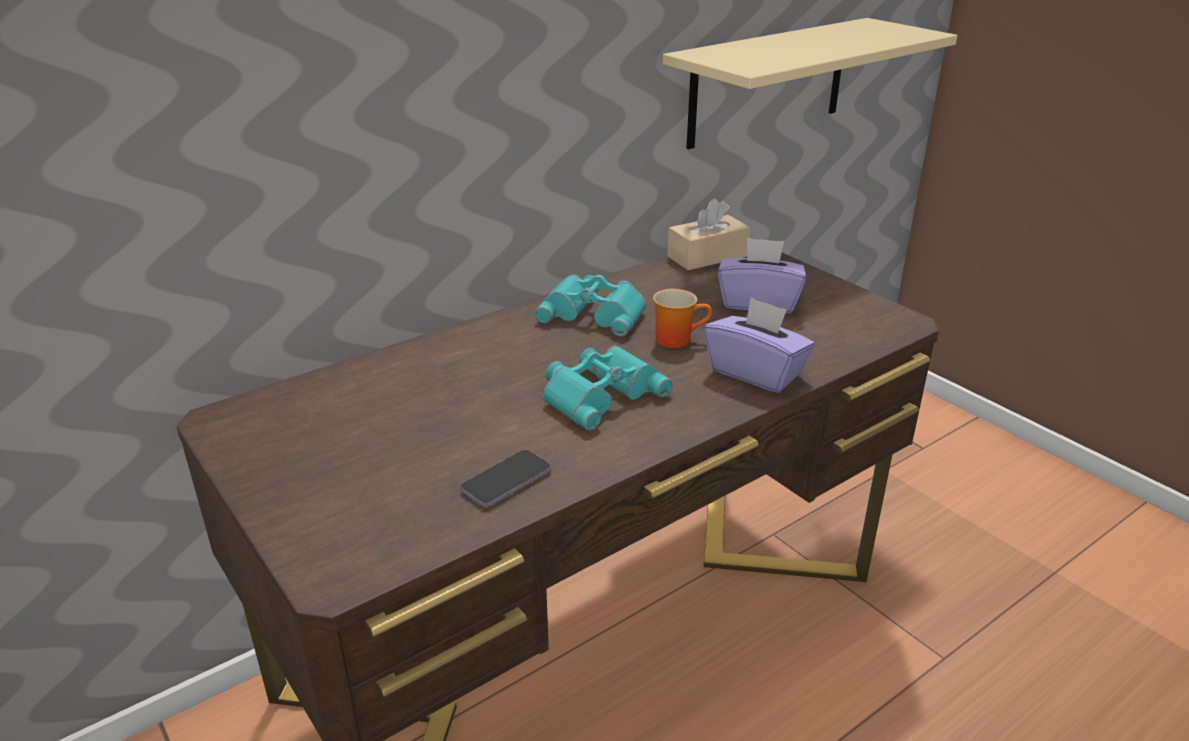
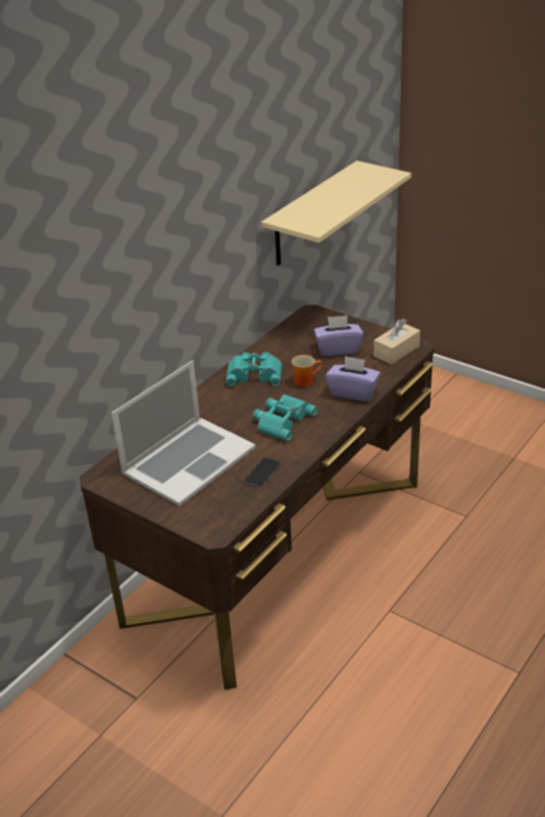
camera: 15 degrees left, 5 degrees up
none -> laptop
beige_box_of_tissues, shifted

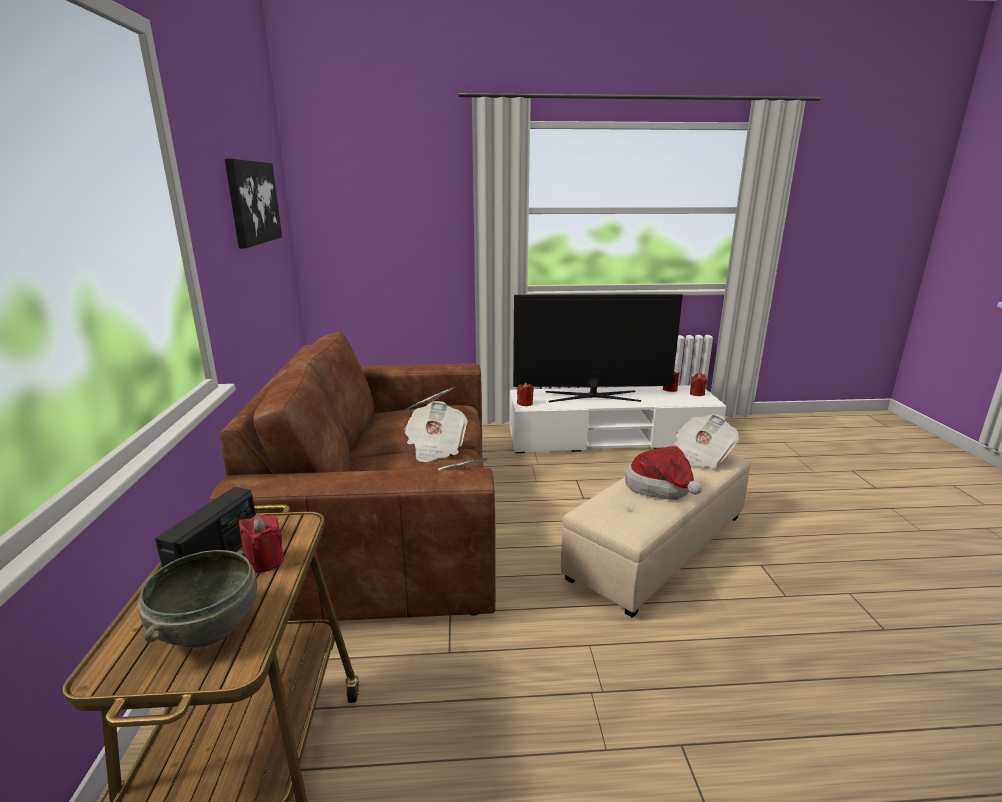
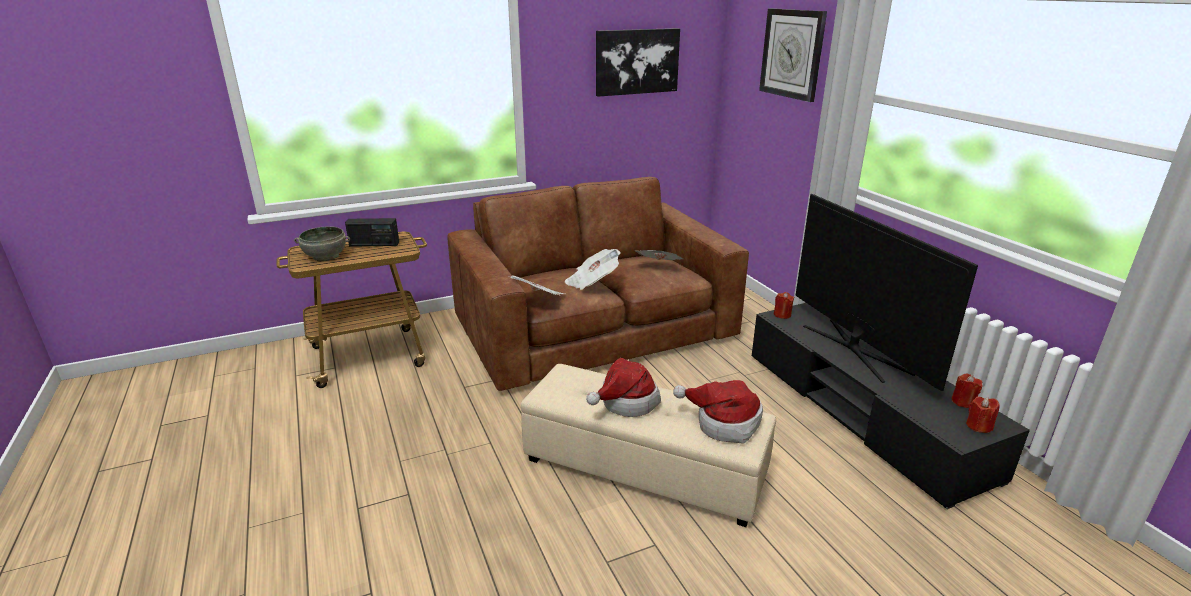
camera: 70 degrees right, 5 degrees up
reddish_candle (no. 1 from left) -> none
none -> wall_clock
printed_paper (no. 4 from left) -> hat (no. 2 from left)
white_media_console -> black_media_console

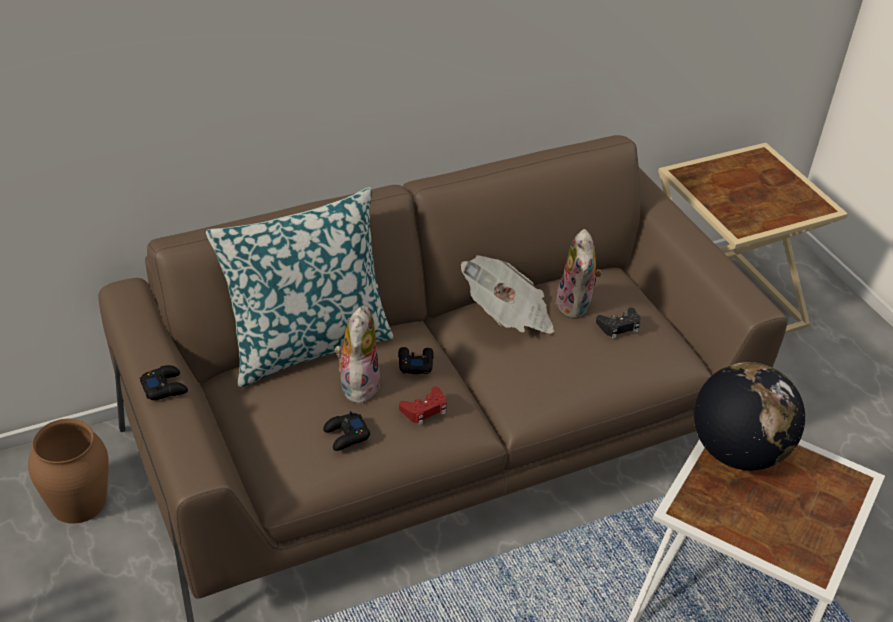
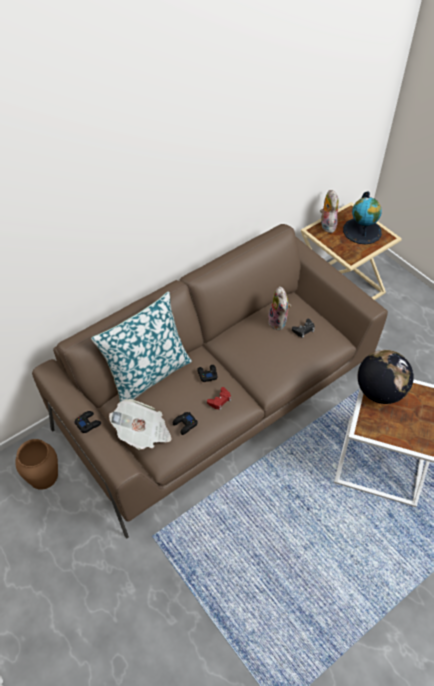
camera: 10 degrees left, 10 degrees up
none -> globe (no. 1 from left)
cuddly_toy (no. 1 from left in the first image) -> cuddly_toy (no. 2 from left), shifted
printed_paper, shifted

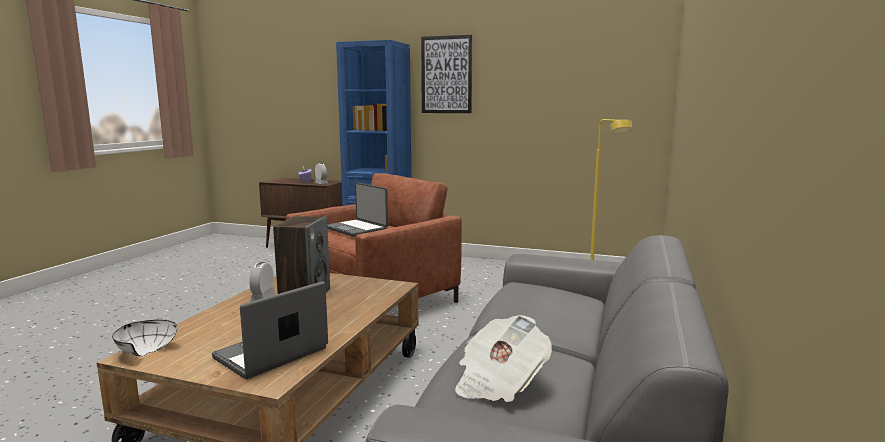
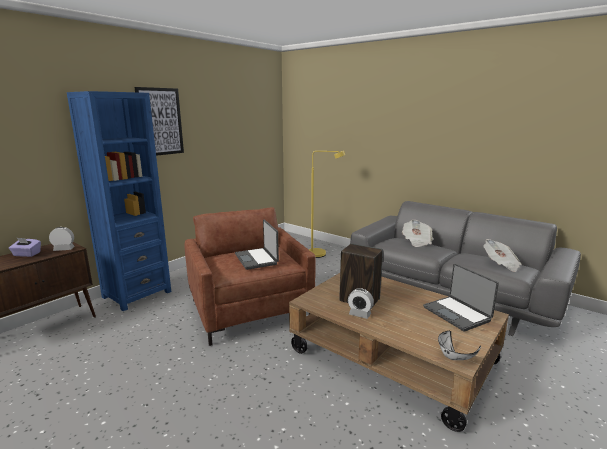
camera: 70 degrees left, 5 degrees up
none -> printed_paper (no. 1 from left)
laptop (no. 2 from left in the first image) -> laptop (no. 1 from left), 90 degrees clockwise

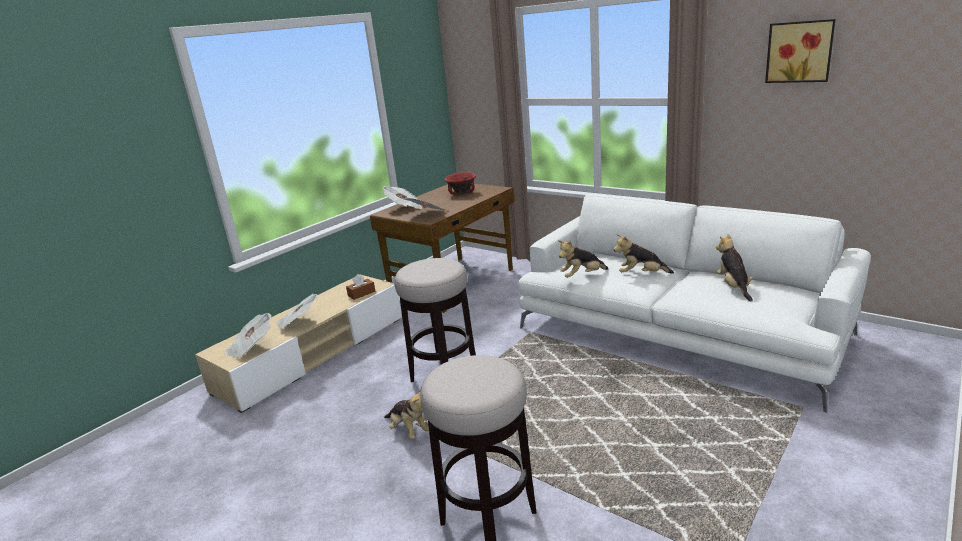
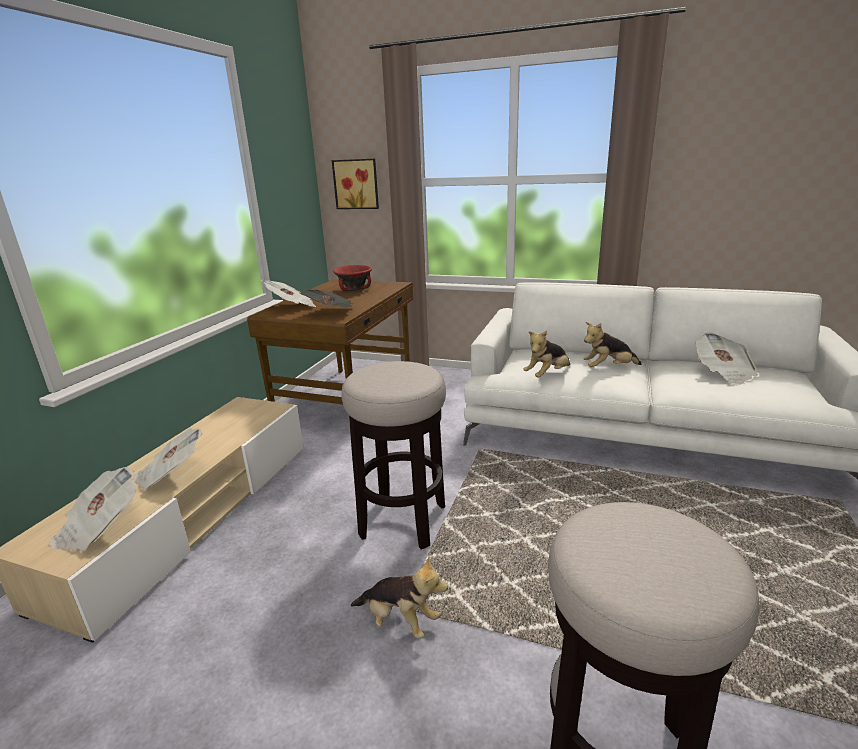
camera: 20 degrees left, 0 degrees up
brown-coloured_box_of_tissues -> none
picture, shifted
cuddly_toy (no. 4 from left) -> printed_paper (no. 5 from left)

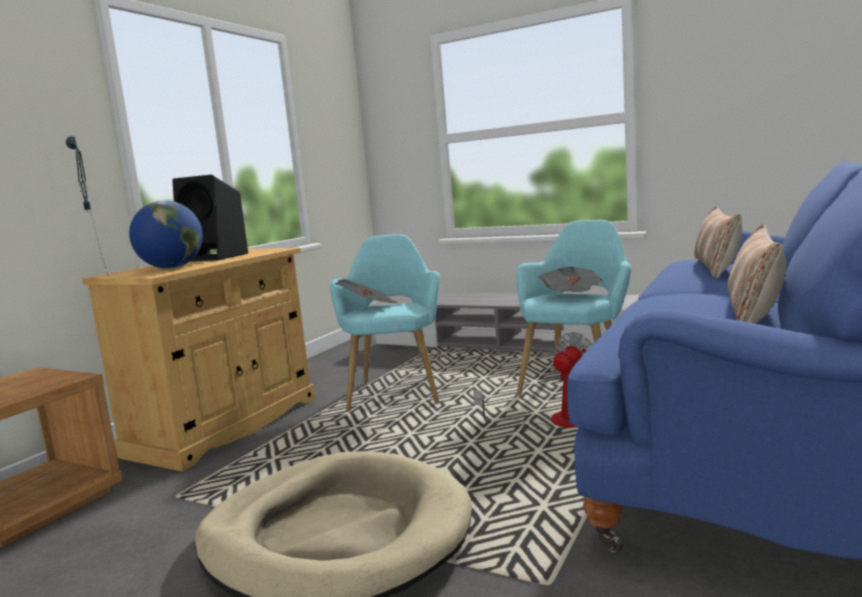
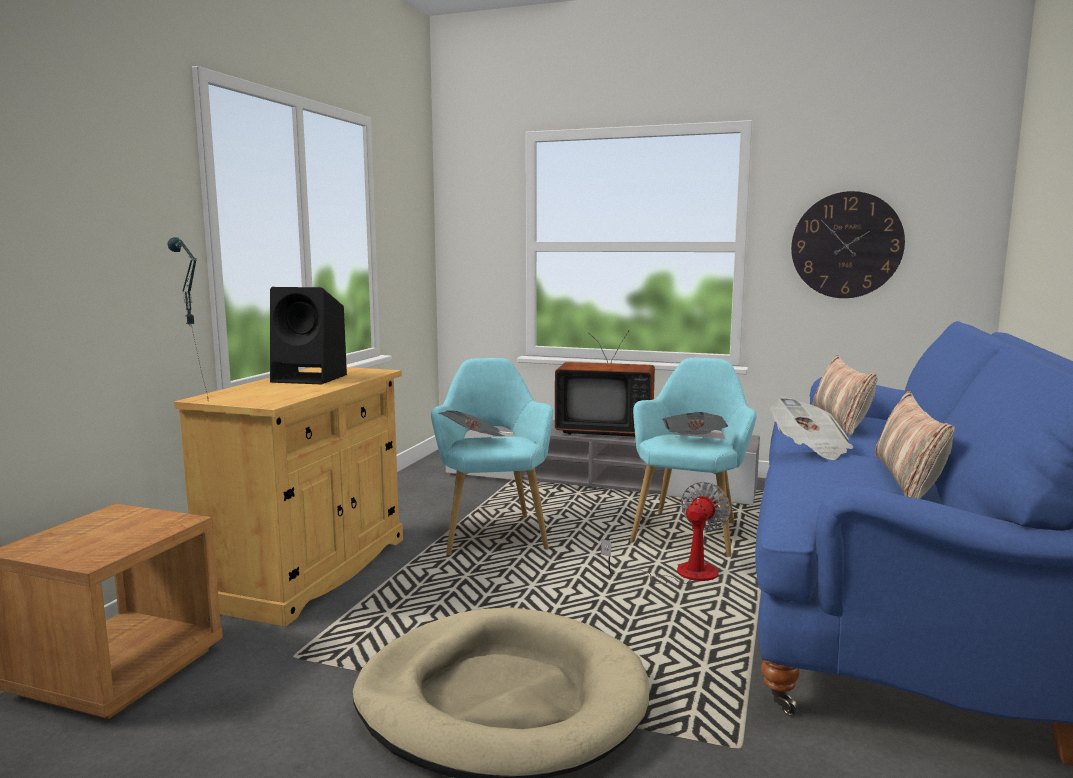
camera: 10 degrees left, 0 degrees up
globe -> none
none -> TV
none -> printed_paper (no. 3 from left)
none -> wall_clock

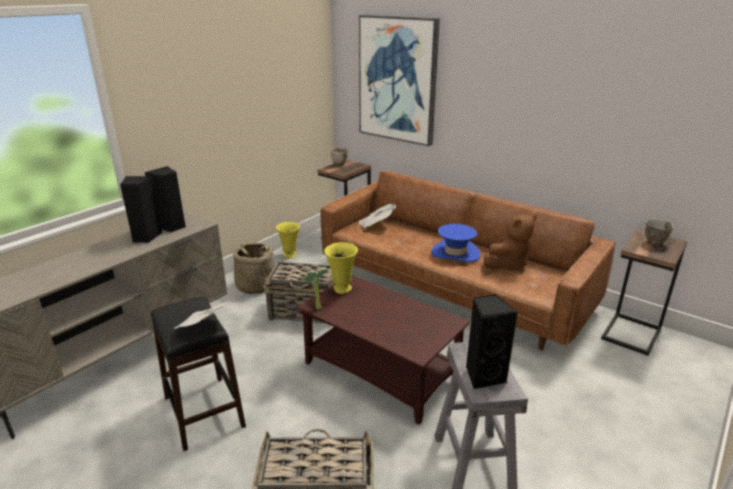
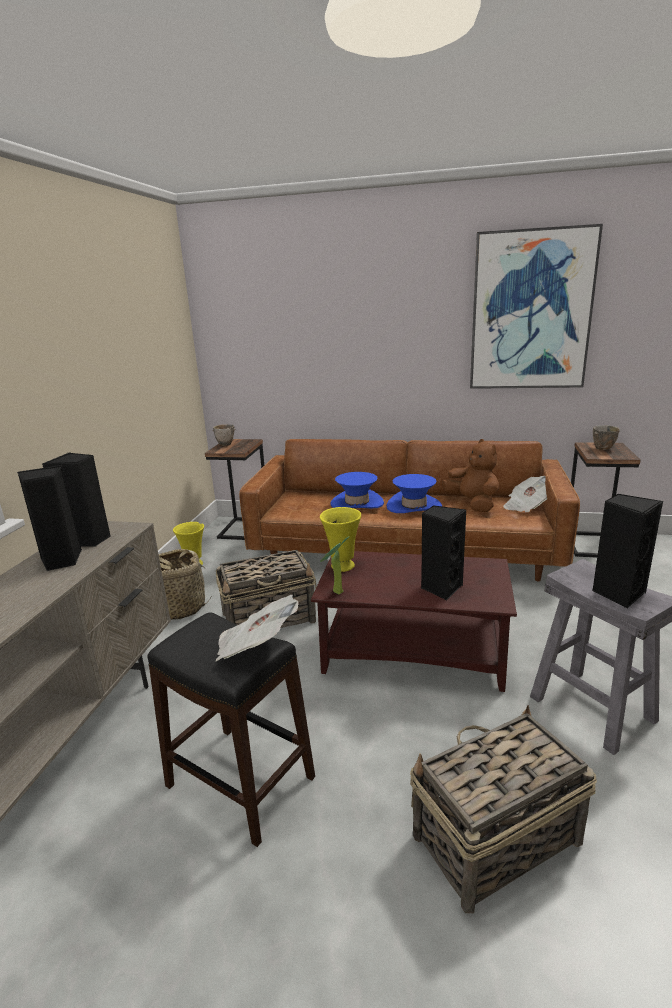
camera: 25 degrees left, 5 degrees down
none -> blue-coloured_hat (no. 1 from left)
none -> black_audio_speaker (no. 3 from left)
printed_paper (no. 2 from left), shifted
picture, shifted
brown-coloured_cuddly_toy, 60 degrees counterclockwise

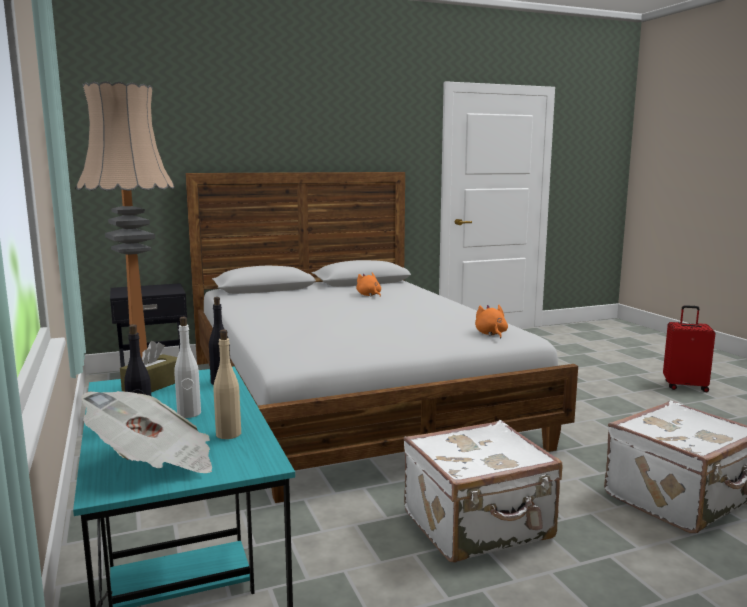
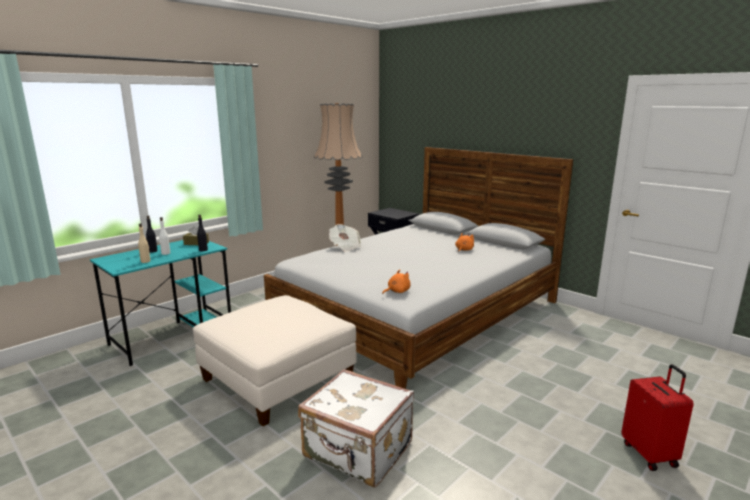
camera: 65 degrees right, 5 degrees up
printed_paper, shifted
white_suitcase (no. 1 from left) -> white_ottoman

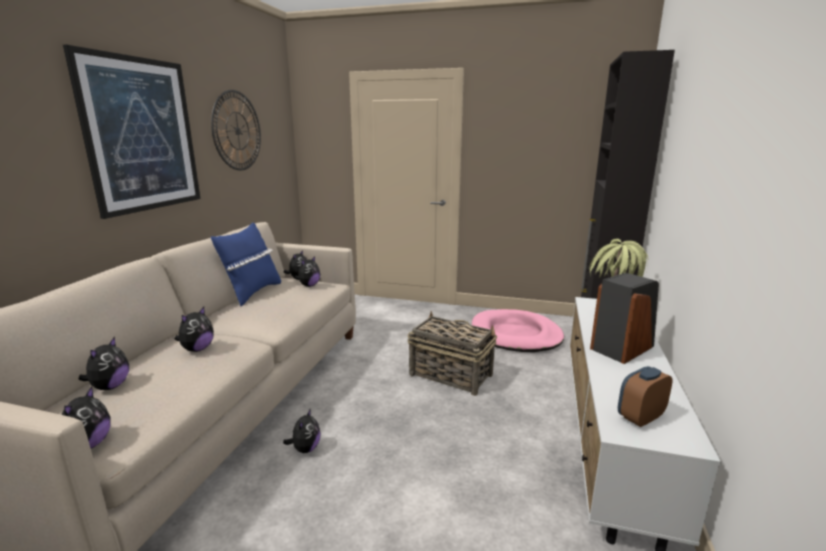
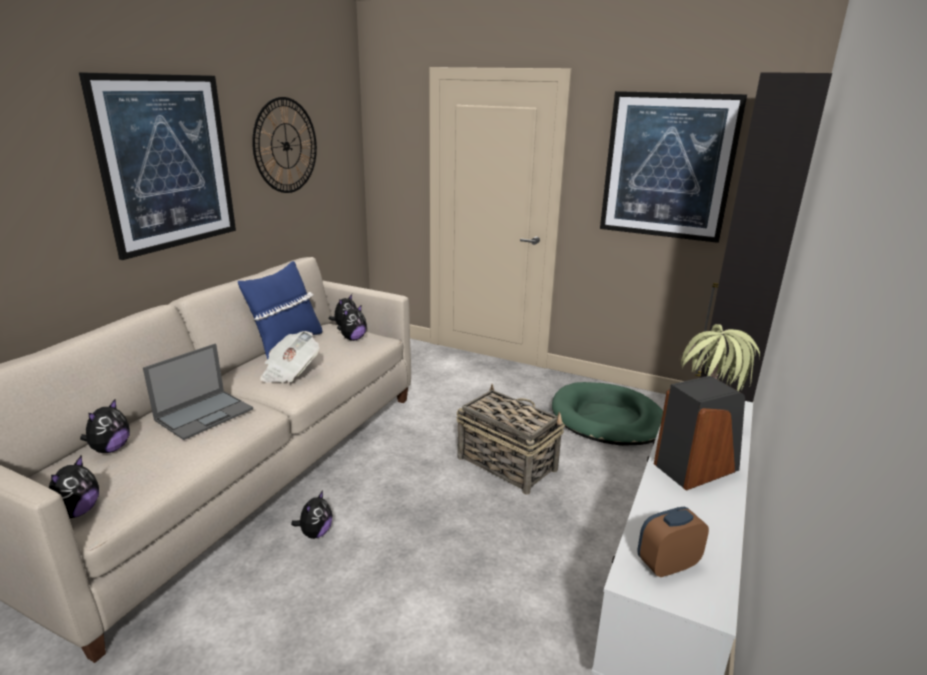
camera: 10 degrees right, 5 degrees up
none -> printed_paper
none -> picture (no. 2 from left)
cuddly_toy (no. 3 from left) -> laptop
pink-coloured_dog_bed -> greenish_dog_bed

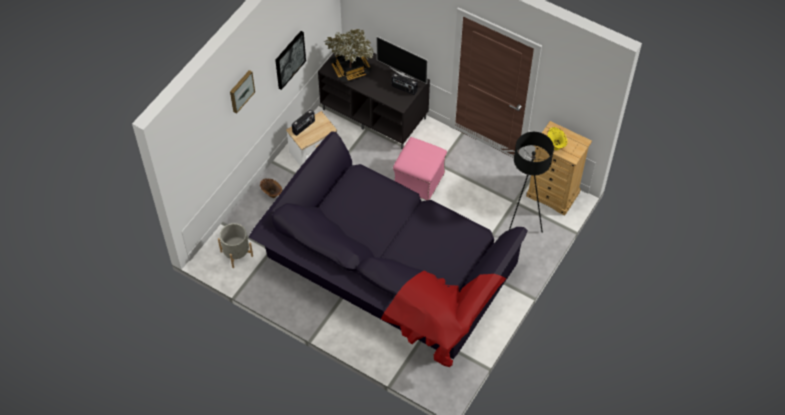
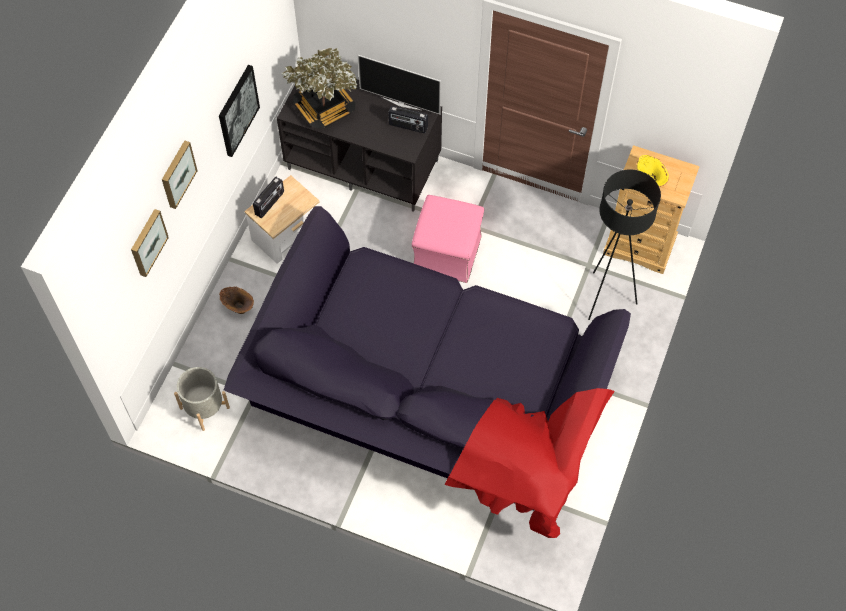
camera: 10 degrees left, 5 degrees up
none -> picture (no. 1 from left)

